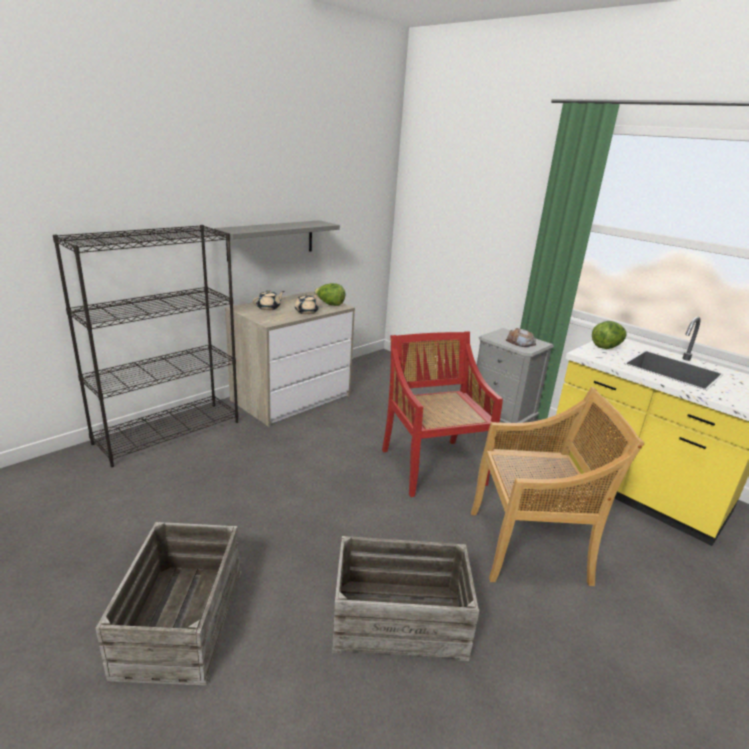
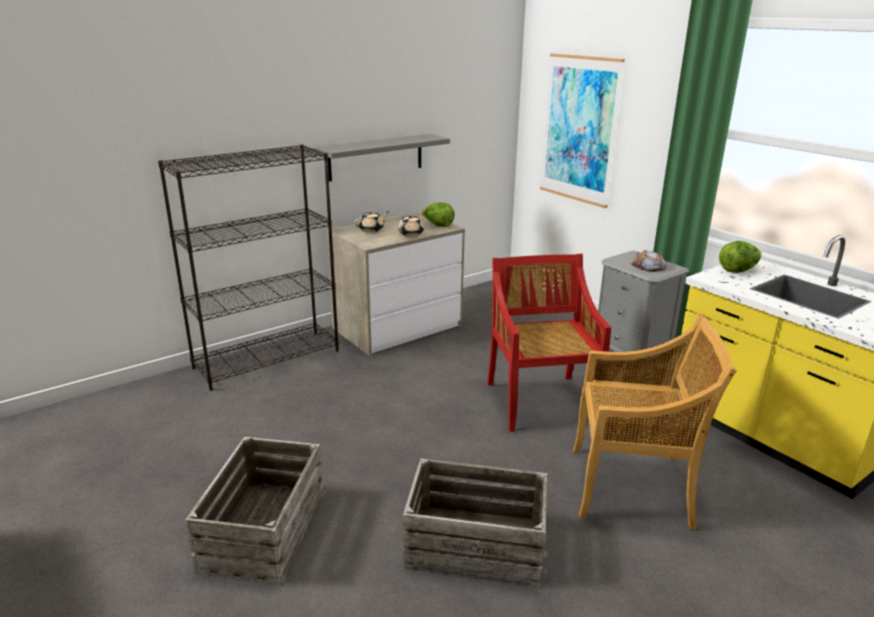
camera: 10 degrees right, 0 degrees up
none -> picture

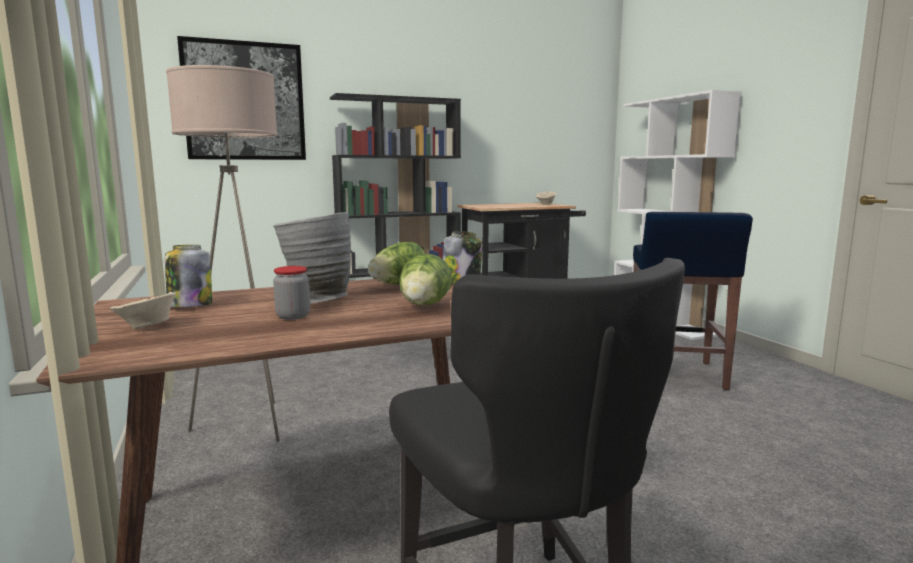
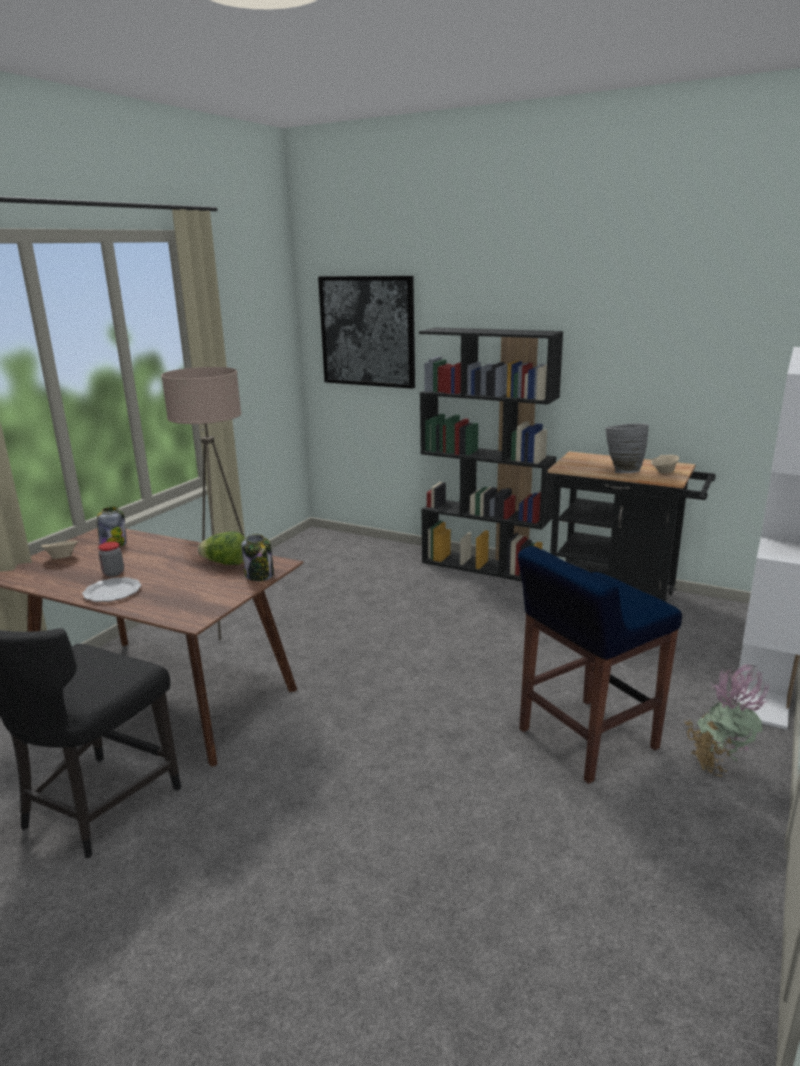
camera: 50 degrees right, 10 degrees up
lettuce_head (no. 2 from left) -> none
none -> flat_dish
none -> houseplant
grey_decorative_vase, shifted

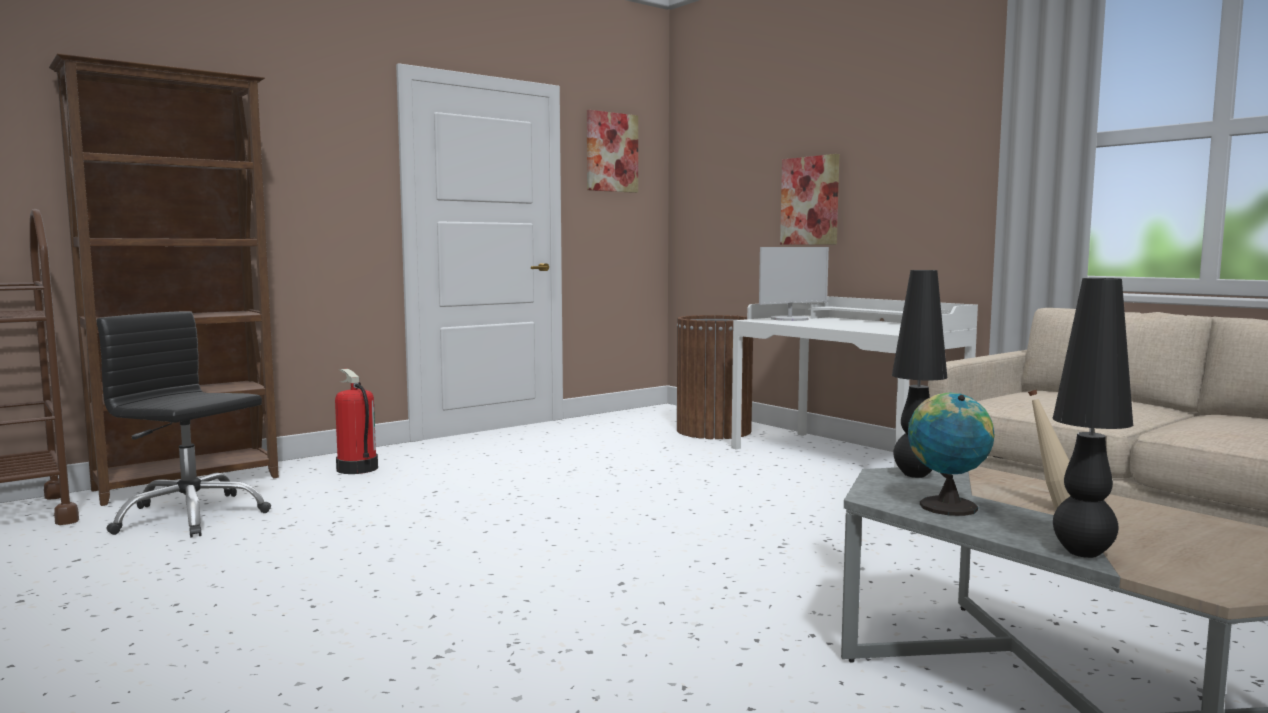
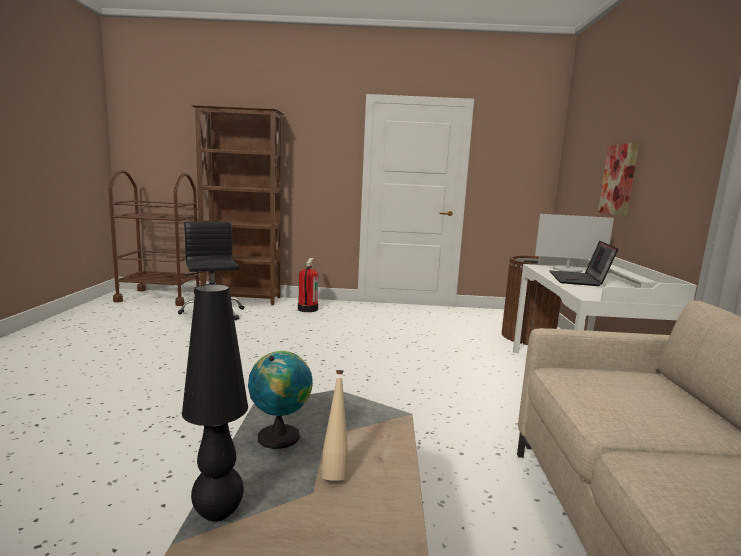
camera: 40 degrees right, 5 degrees up
picture (no. 1 from left) -> none
black_lamp_for_a_table (no. 1 from left) -> none
none -> laptop

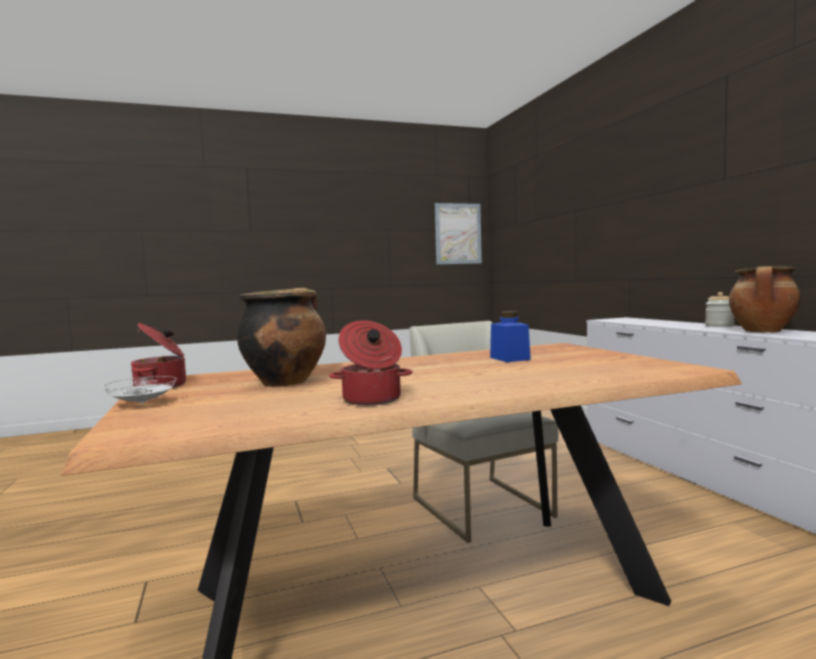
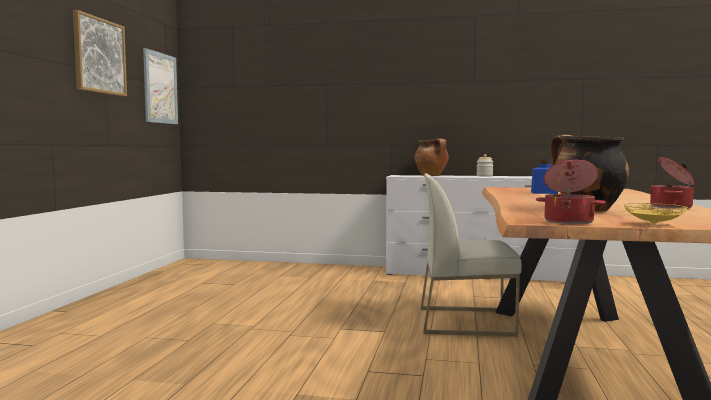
camera: 60 degrees left, 0 degrees up
none -> picture (no. 1 from left)
stockpot (no. 4 from left in the first image) -> stockpot (no. 1 from left), shifted
white_flat_dish -> yellow_flat_dish

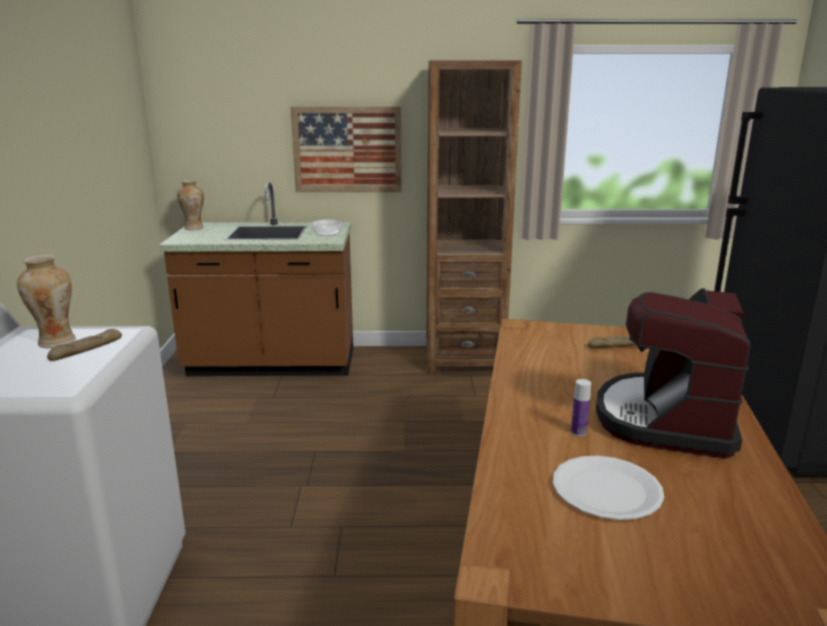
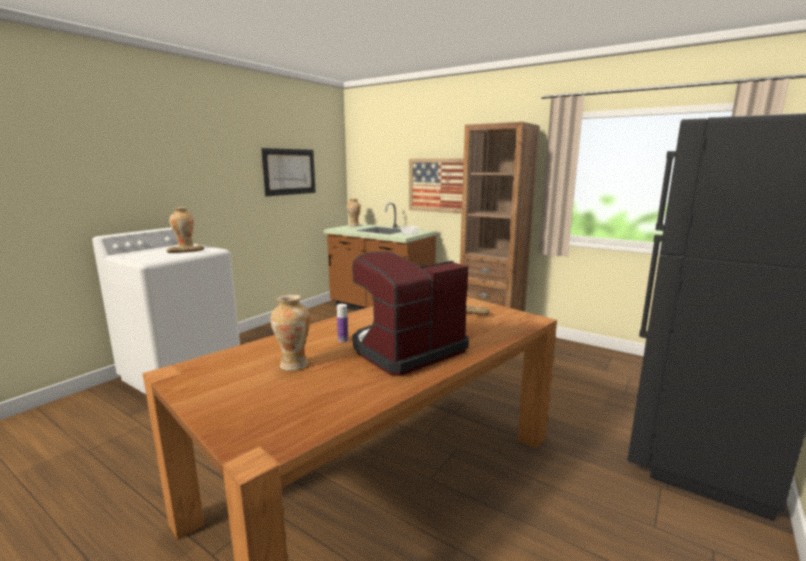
camera: 35 degrees right, 5 degrees down
none -> picture (no. 1 from left)
white_flat_dish -> decorative_vase (no. 2 from left)

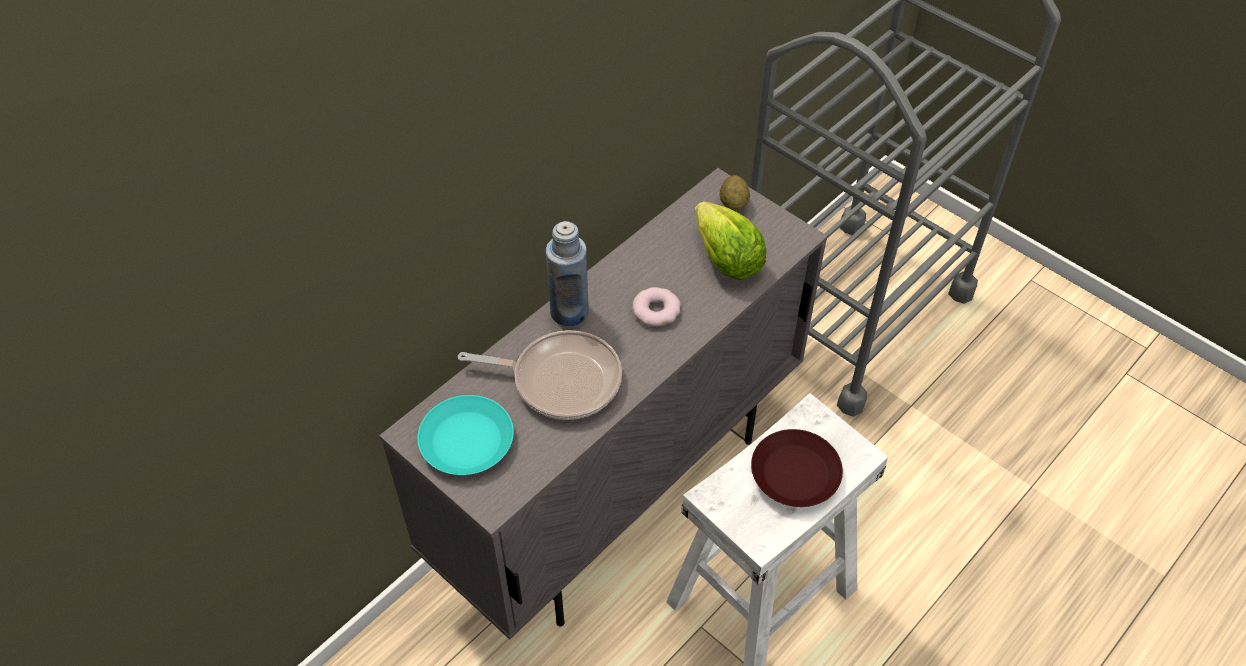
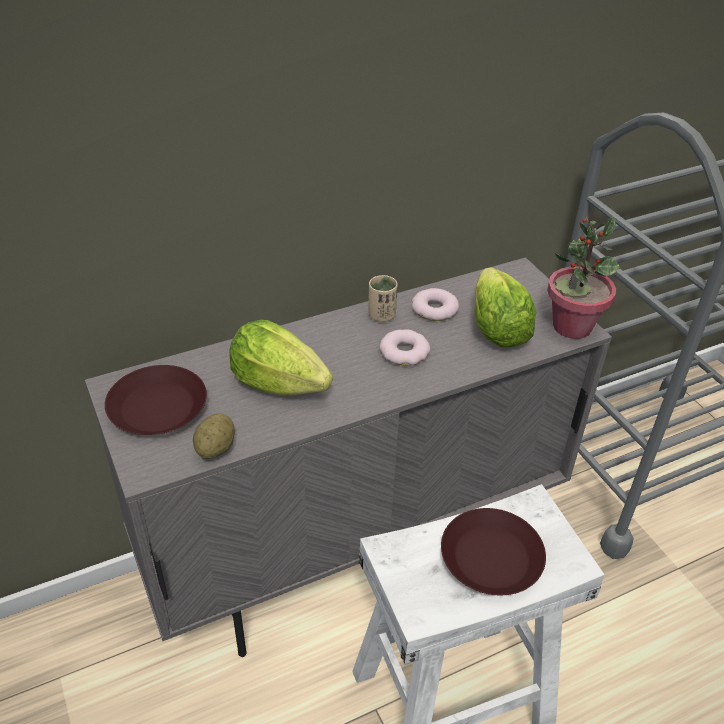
camera: 20 degrees right, 10 degrees down
blue-coloured_drink_bottle -> none
none -> beige_drinking_cup
none -> doughnut (no. 2 from left)
none -> houseplant
whole_potato, shifted
pan -> lettuce_head (no. 1 from left)
turquoise-coloured_flat_dish -> brown-coloured_flat_dish (no. 1 from left)

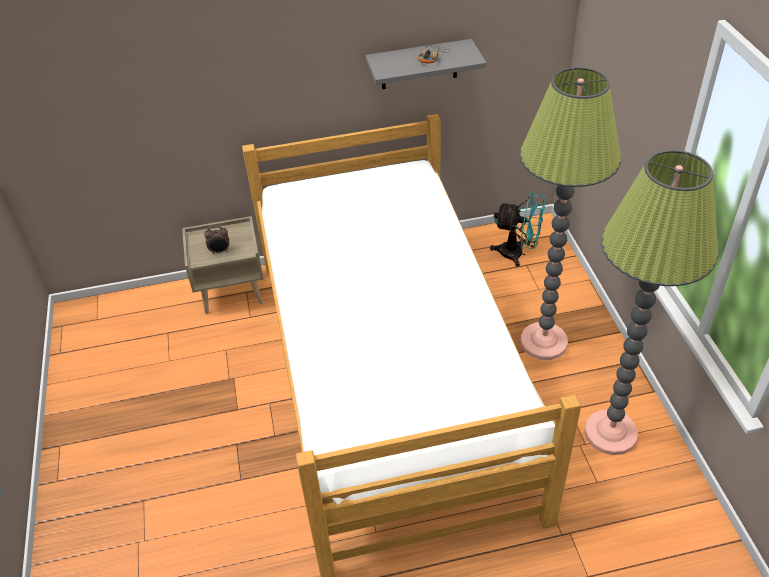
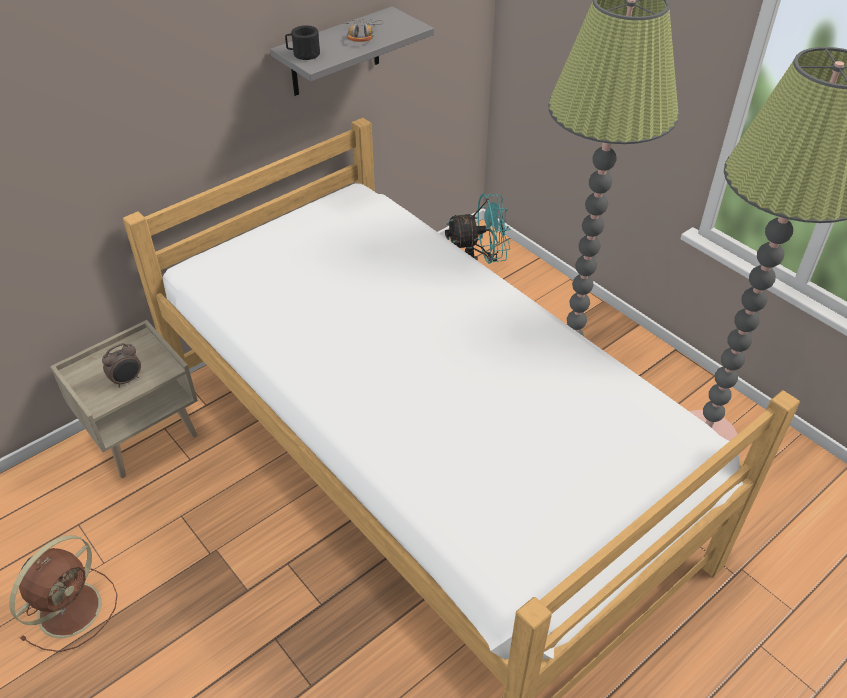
camera: 30 degrees left, 0 degrees up
none -> brown-coloured_fan
none -> black_coffee_mug

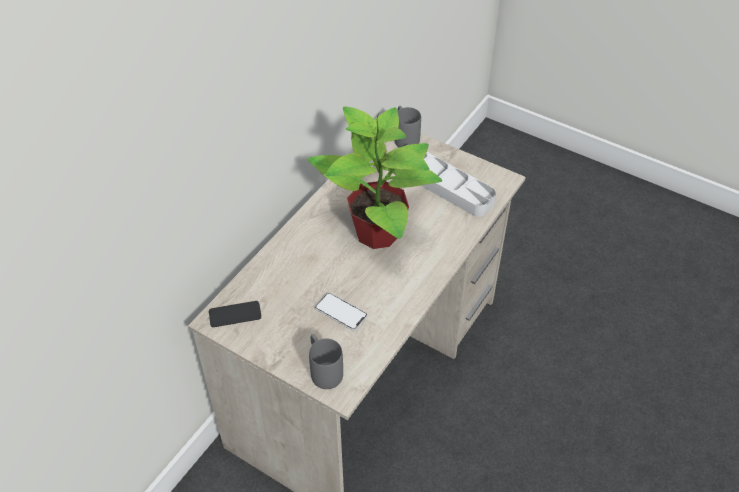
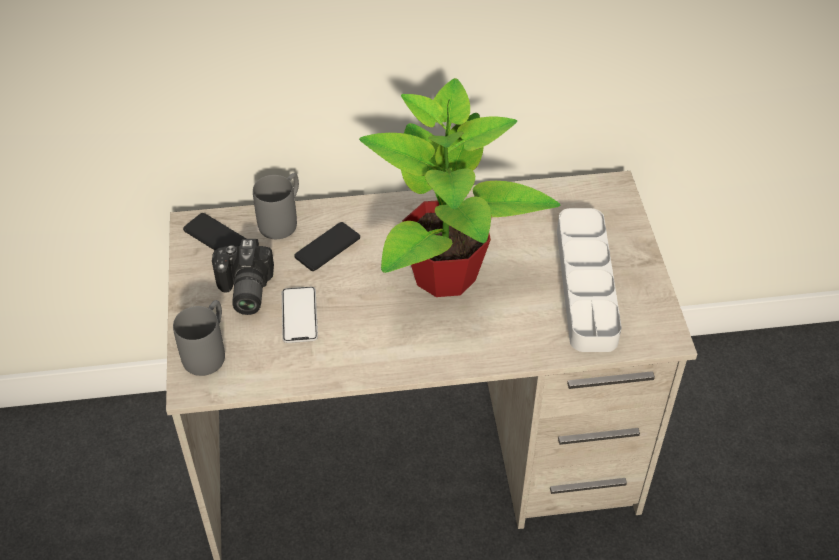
camera: 50 degrees right, 0 degrees up
none -> still_camera
none -> phone (no. 3 from left)
grey_coffee_mug (no. 2 from left), shifted

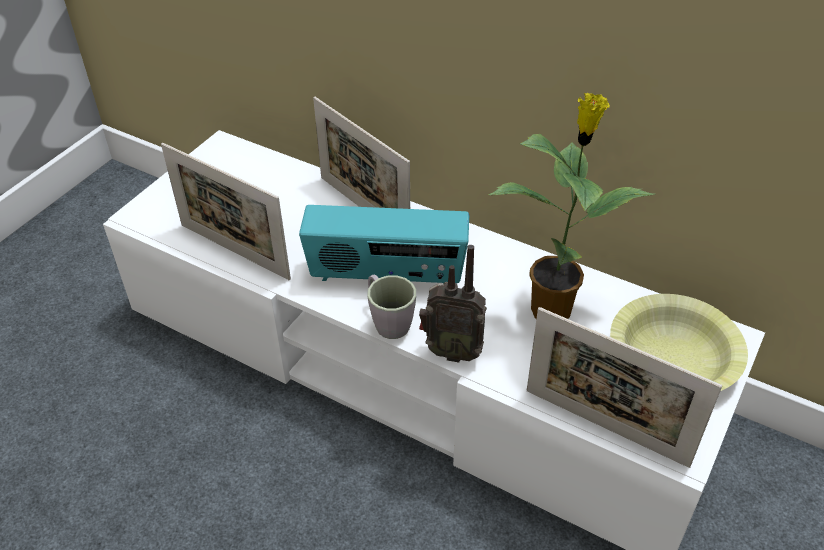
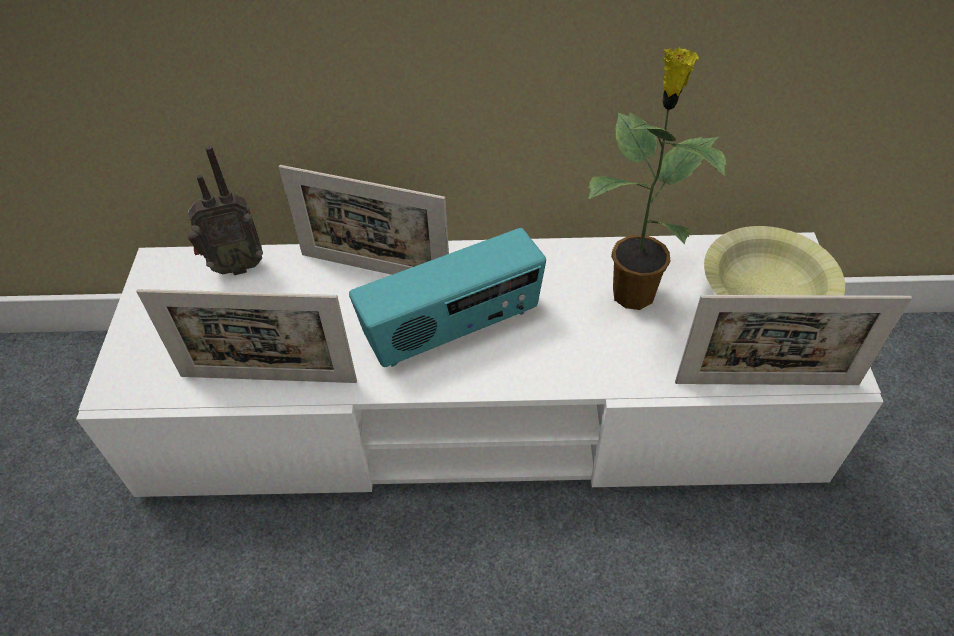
camera: 30 degrees left, 5 degrees up
grey_coffee_mug -> none
radio_receiver (no. 2 from left in the first image) -> radio_receiver (no. 1 from left), shifted

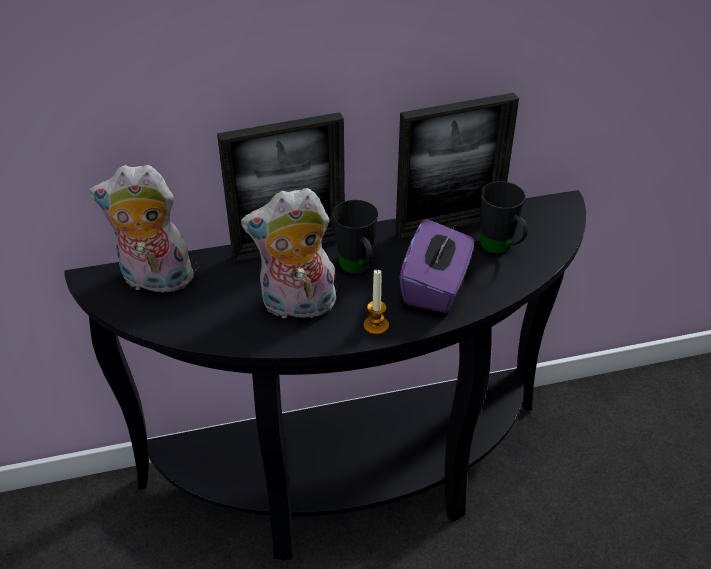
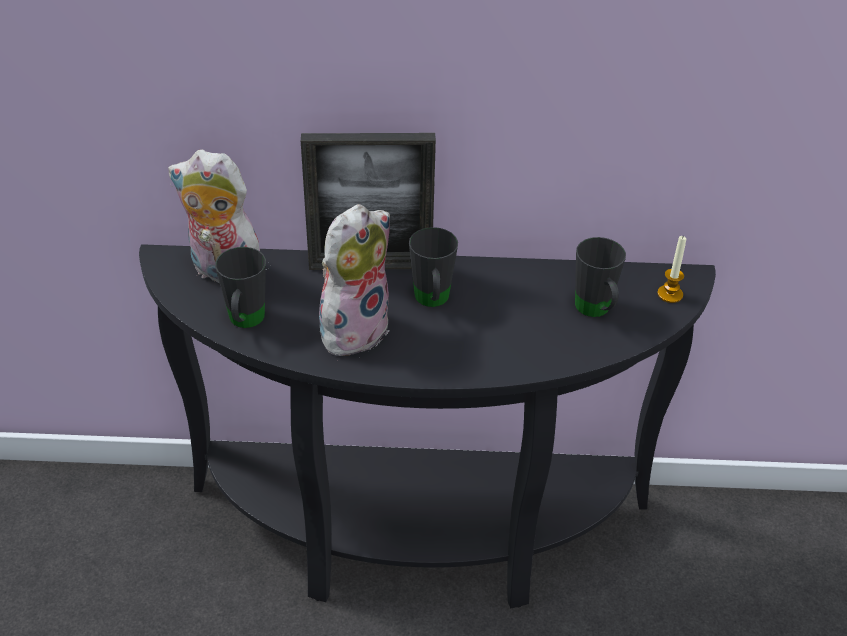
camera: 15 degrees right, 0 degrees up
standing_frame (no. 2 from left) -> none
purple-coloured_box_of_tissues -> none
none -> black_coffee_mug (no. 1 from left)
candle, shifted
cuddly_toy (no. 2 from left), 120 degrees clockwise

